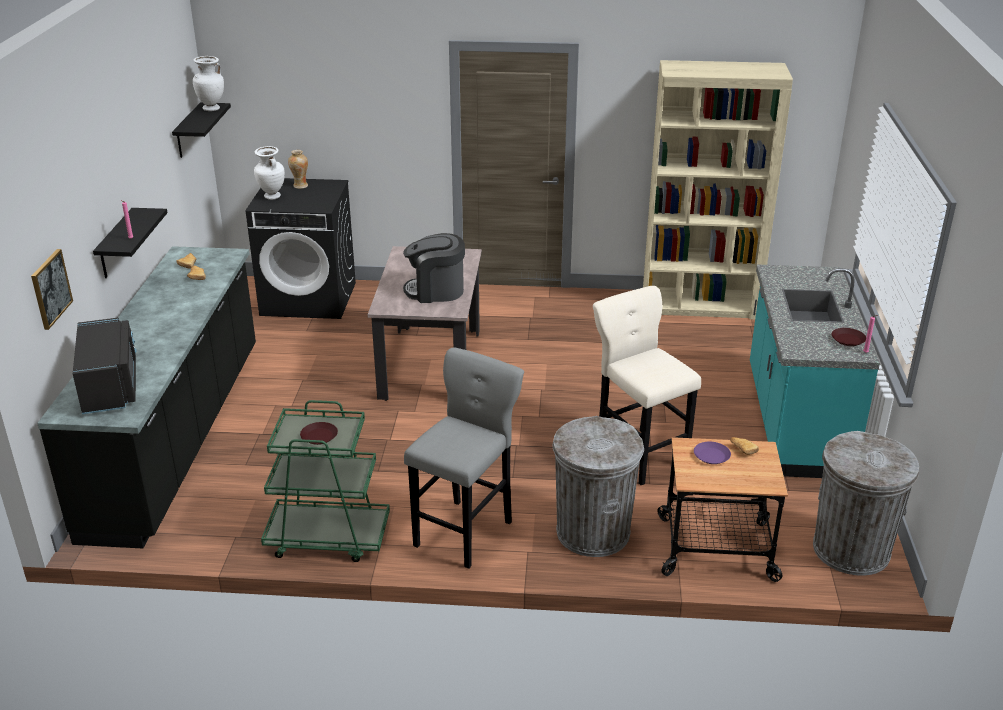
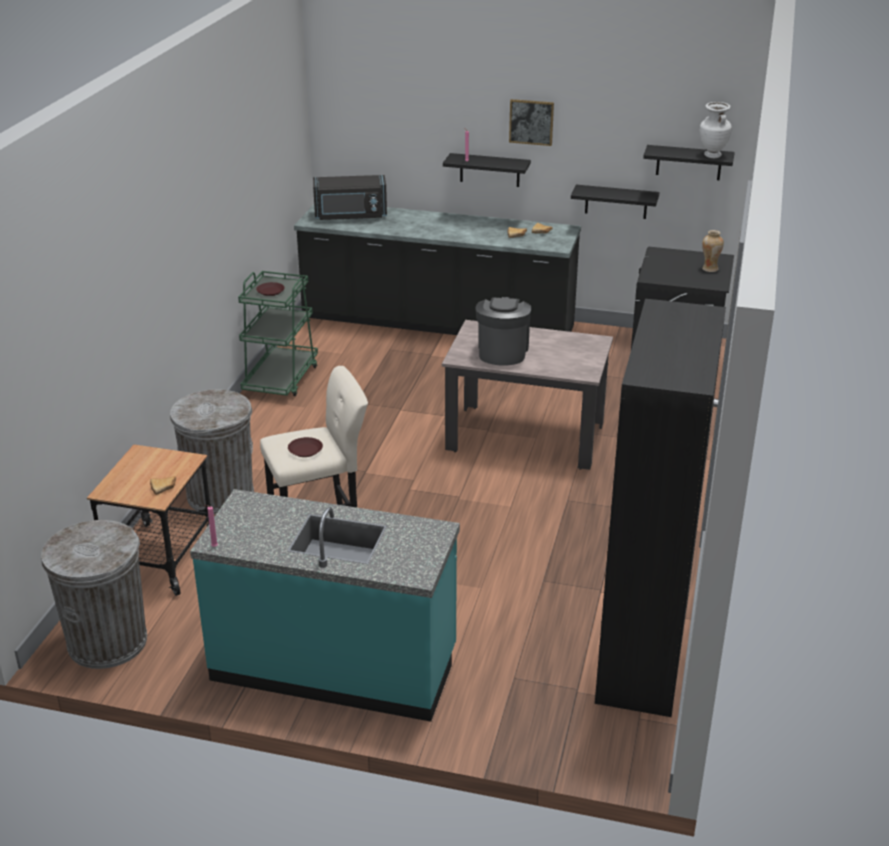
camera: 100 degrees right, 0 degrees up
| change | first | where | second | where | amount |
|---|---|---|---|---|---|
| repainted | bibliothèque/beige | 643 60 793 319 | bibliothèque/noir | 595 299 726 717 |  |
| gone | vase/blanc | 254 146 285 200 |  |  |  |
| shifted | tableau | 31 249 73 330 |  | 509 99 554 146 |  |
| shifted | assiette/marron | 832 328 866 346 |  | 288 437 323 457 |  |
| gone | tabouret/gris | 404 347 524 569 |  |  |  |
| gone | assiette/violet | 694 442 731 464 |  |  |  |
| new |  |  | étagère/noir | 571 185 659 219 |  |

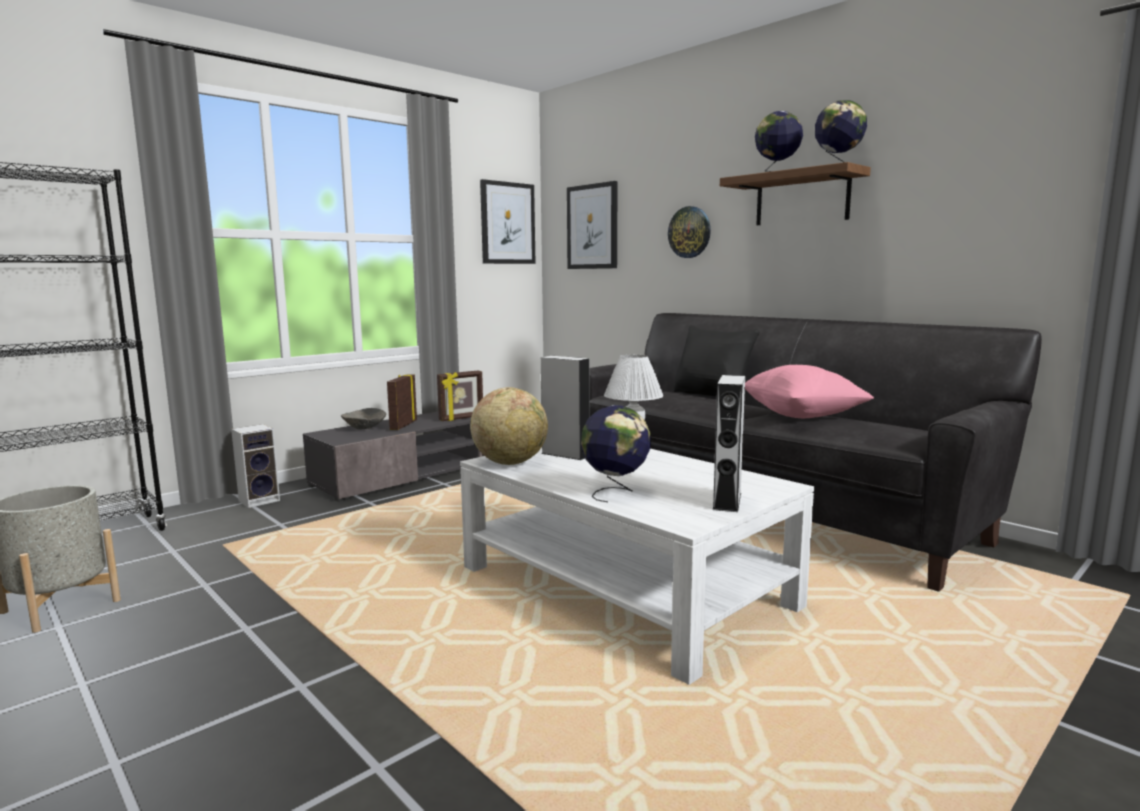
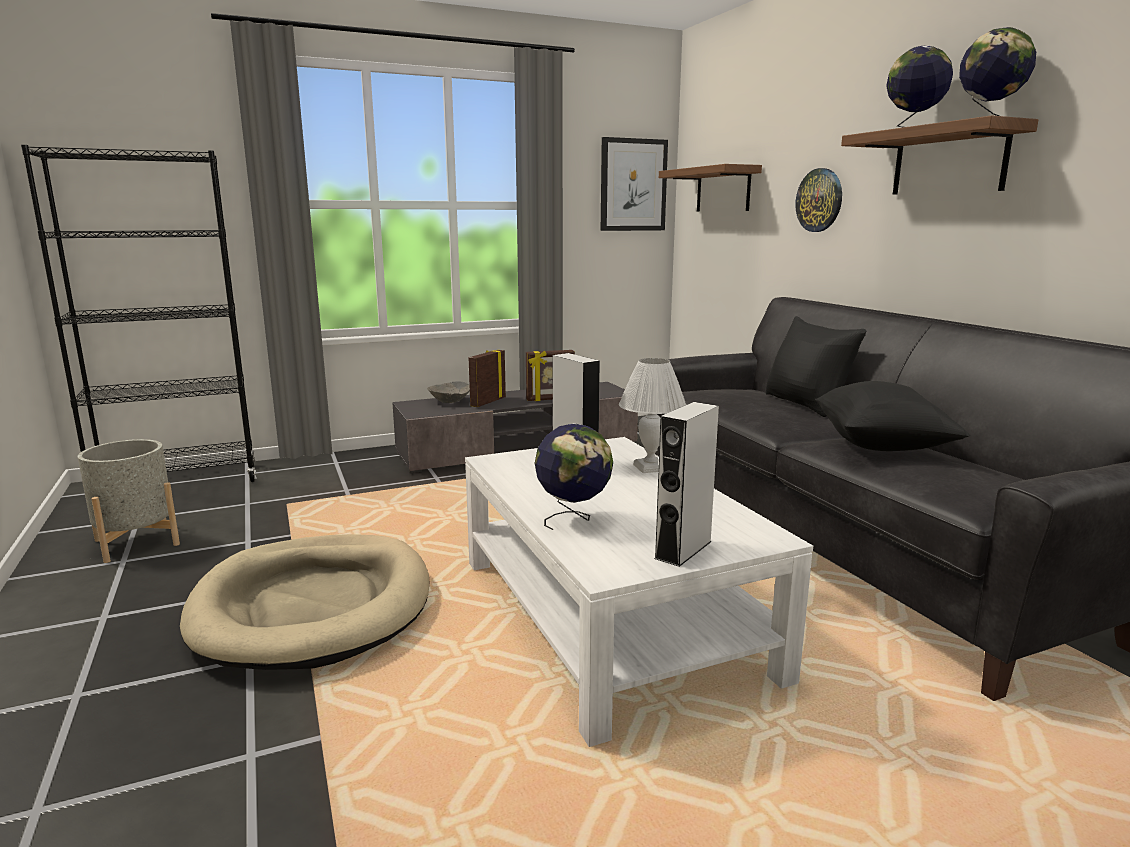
camera: 20 degrees right, 5 degrees up
| change | first | where | second | where | amount |
|---|---|---|---|---|---|
| swapped | tableau | 567 181 618 269 | étagère | 659 164 762 211 |  |
| repainted | coussin/rose | 745 365 874 418 | coussin/noir | 815 381 970 451 |  |
| gone | globe | 470 387 548 465 |  |  |  |
| gone | enceinte | 231 424 280 508 |  |  |  |
| new |  |  | panier pour chien/beige | 180 534 429 670 |  |

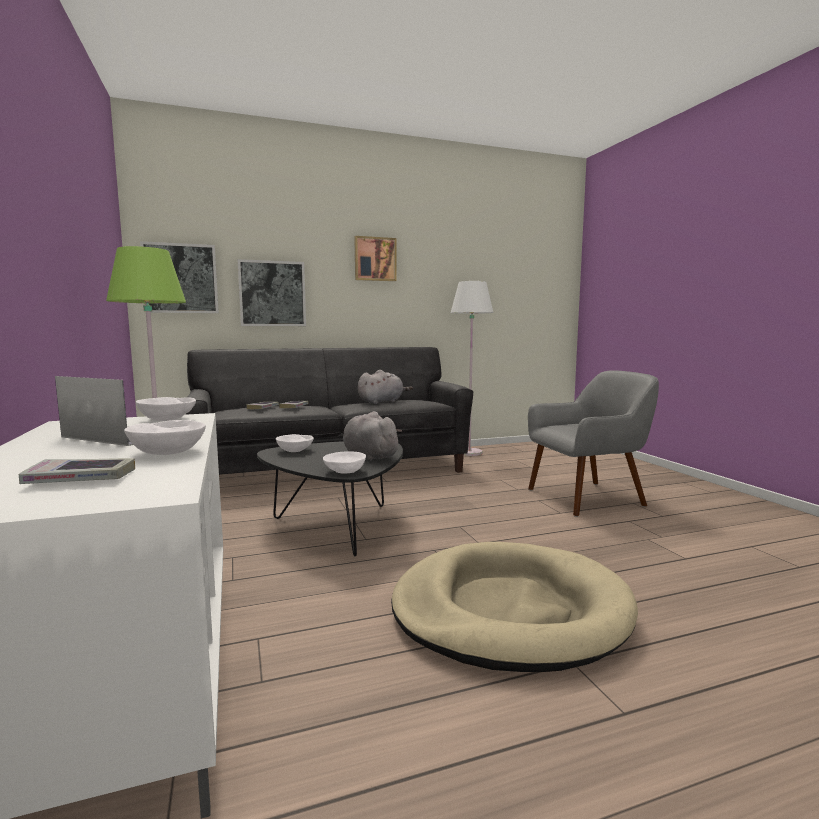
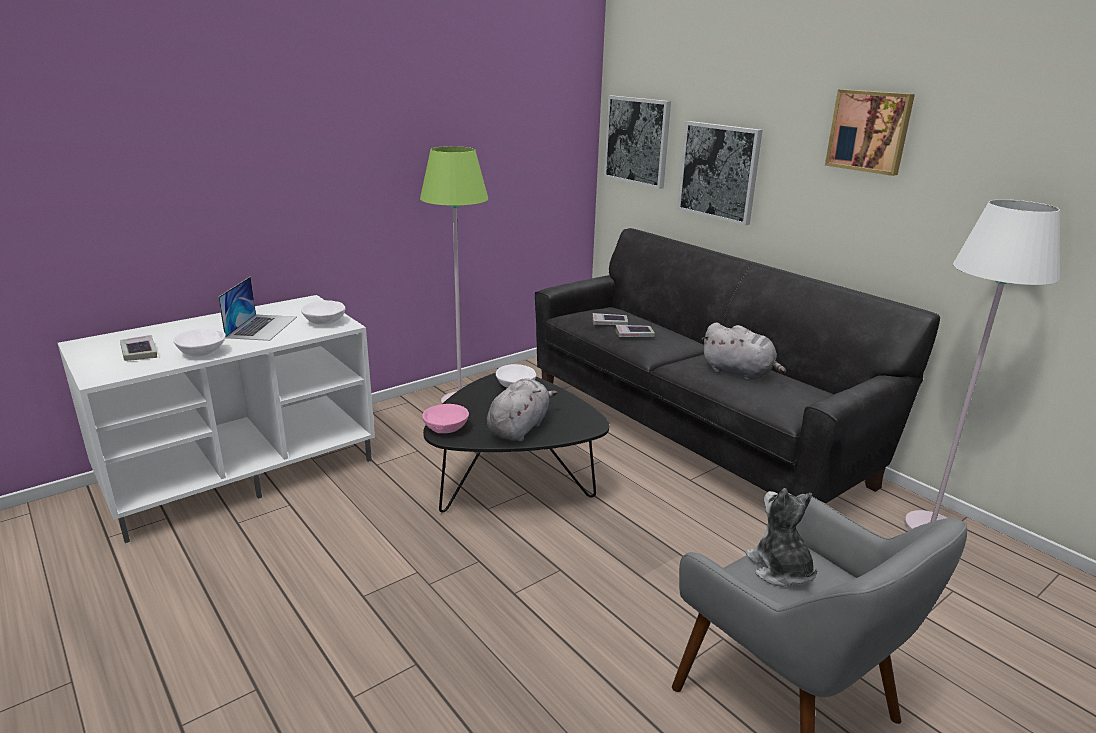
camera: 70 degrees right, 15 degrees up
| change | first | where | second | where | amount |
|---|---|---|---|---|---|
| repainted | bol/blanc | 323 451 366 474 | bol/rose | 422 404 469 433 |  |
| gone | panier pour chien/beige | 391 542 638 672 |  |  |  |
| new |  |  | peluche | 745 488 817 587 |  |

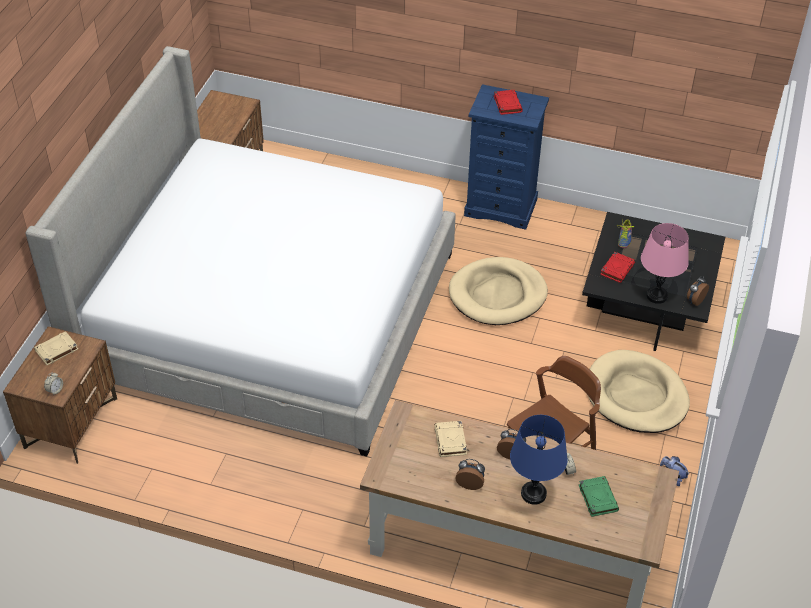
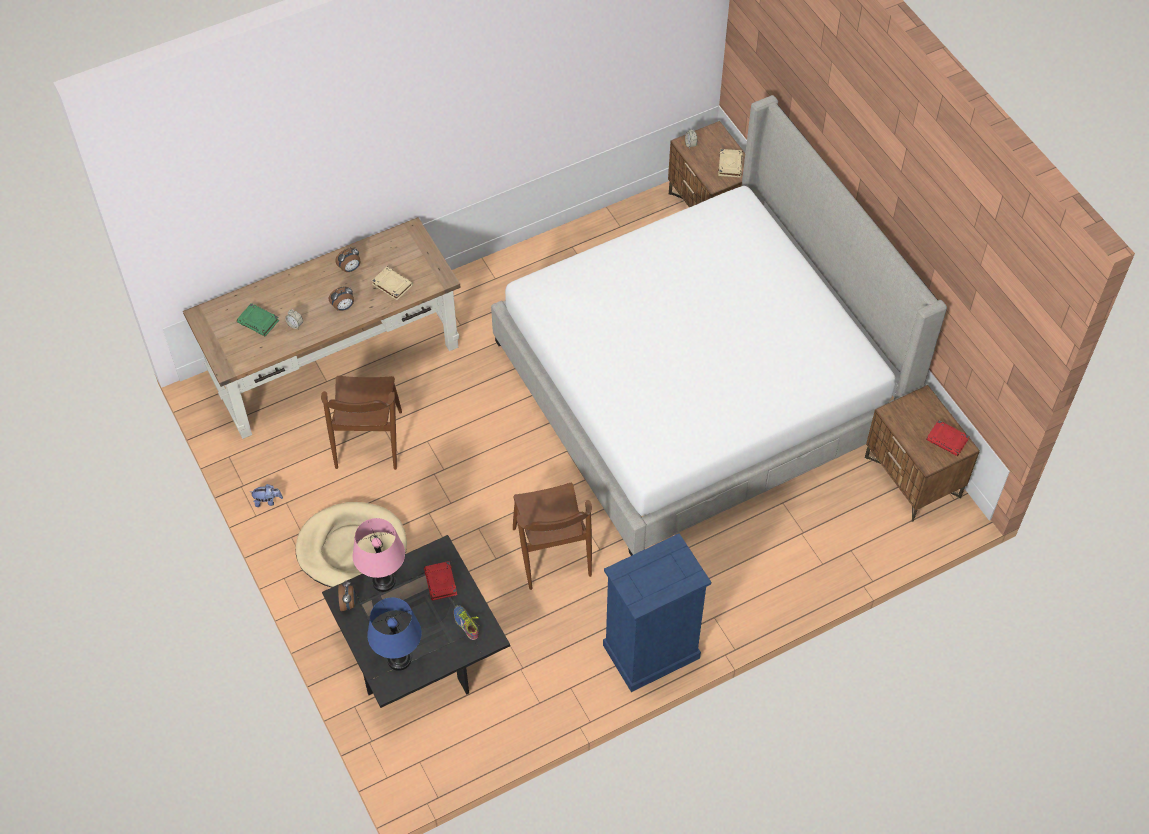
camera: 135 degrees right, 10 degrees up
| change | first | where | second | where | amount |
|---|---|---|---|---|---|
| shifted | livre/rouge | 494 90 523 115 |  | 926 420 970 456 |  |
| swapped | panier pour chien/beige | 449 257 548 325 | chaise/marron | 513 483 592 590 |  |
| shifted | lampe de table/bleu | 510 415 567 505 |  | 367 597 422 671 |  |

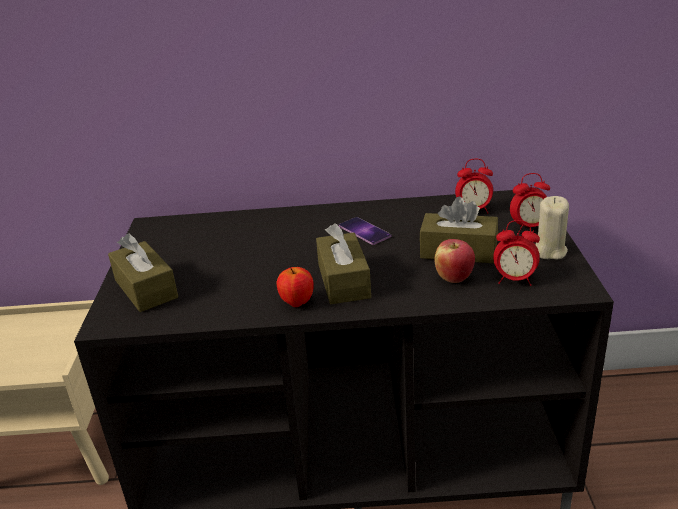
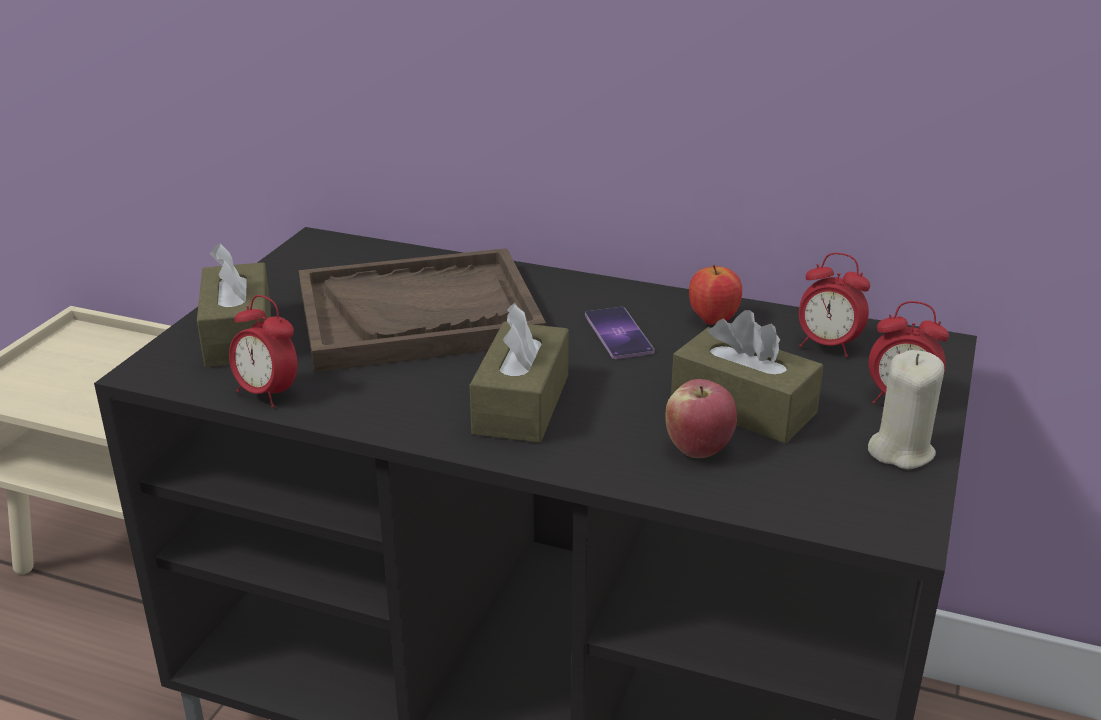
camera: 20 degrees right, 0 degrees up
| change | first | where | second | where | amount |
|---|---|---|---|---|---|
| shifted | réveil | 493 220 540 286 |  | 229 295 297 408 |  |
| shifted | pomme | 277 267 314 307 |  | 689 265 742 325 |  |
| new |  |  | plateau/marron | 299 248 546 372 |  |

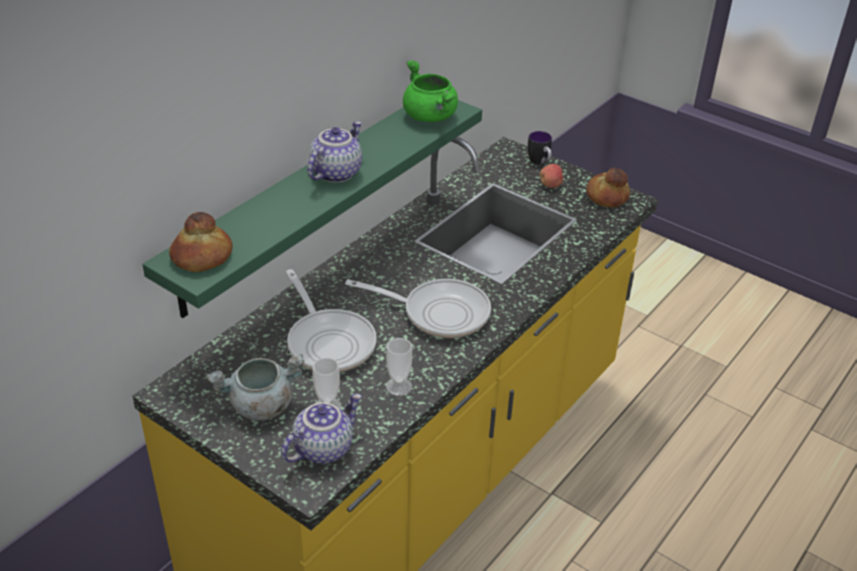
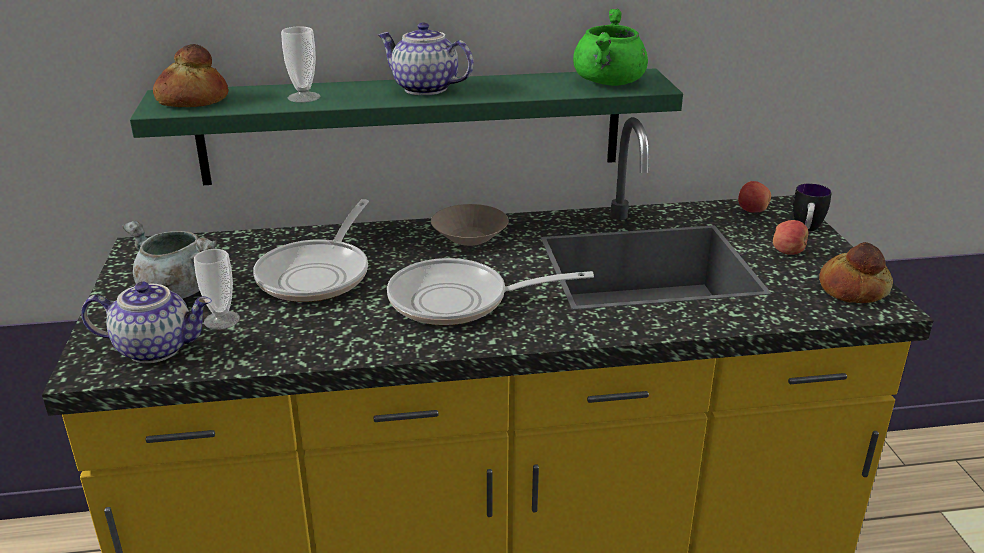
camera: 45 degrees right, 10 degrees down
| change | first | where | second | where | amount |
|---|---|---|---|---|---|
| rotated | théière | 307 121 362 183 |  | 377 22 473 95 | 135 degrees counterclockwise |
| rotated | poêle | 345 279 491 338 |  | 387 258 594 325 | 120 degrees clockwise |
| shifted | tasse | 386 338 412 396 |  | 281 26 320 103 |  |
| new |  |  | pomme | 738 181 771 213 |  |
| new |  |  | bol/beige | 431 204 509 246 |  |

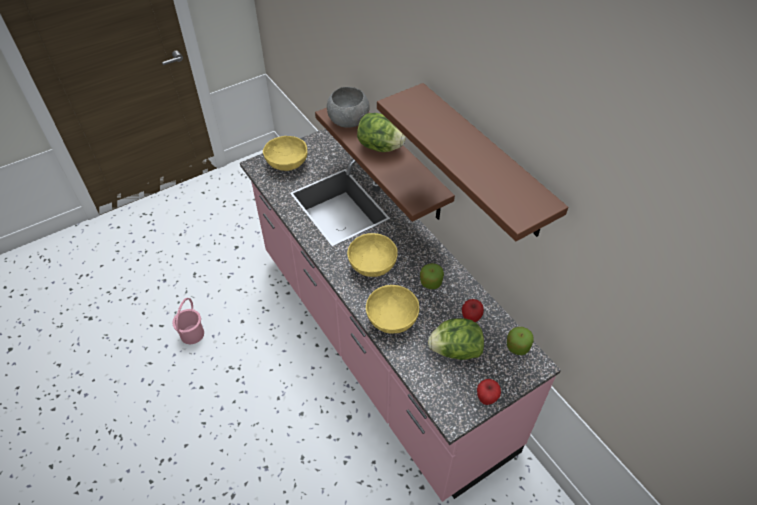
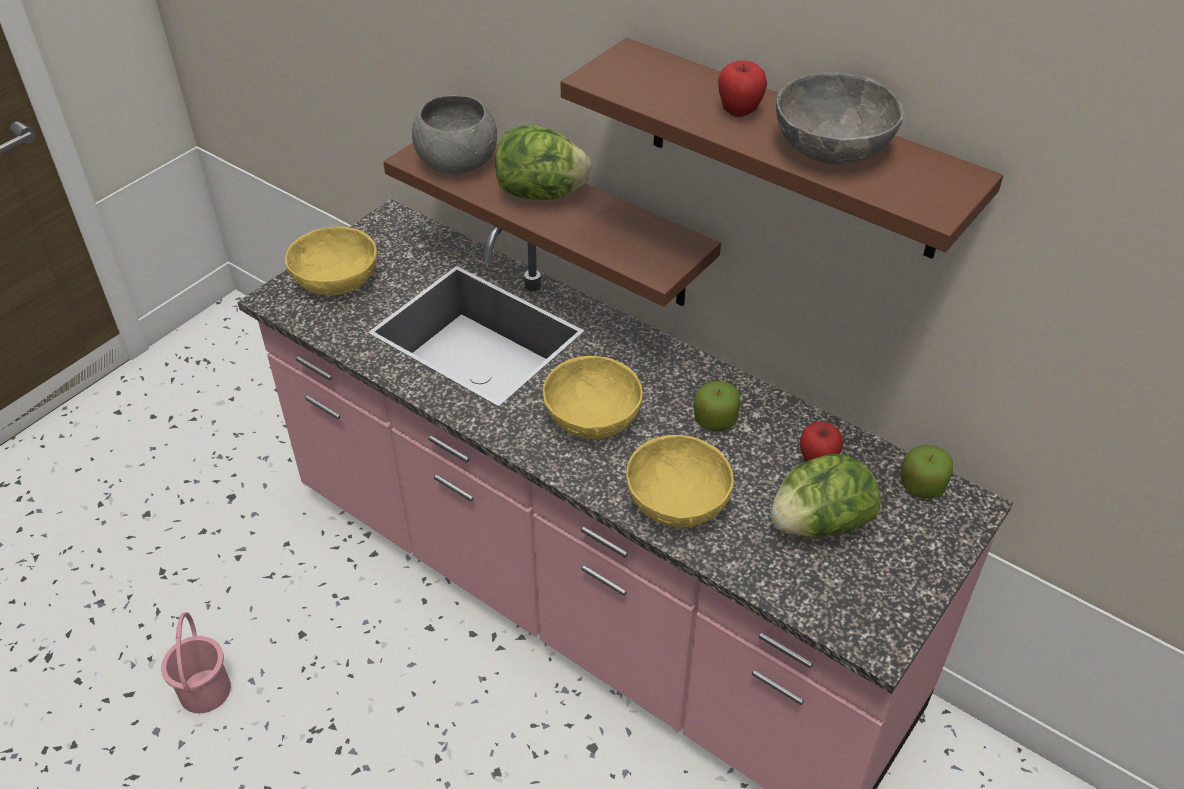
camera: 20 degrees left, 5 degrees down
| change | first | where | second | where | amount |
|---|---|---|---|---|---|
| shifted | pomme | 477 379 501 405 |  | 718 60 767 117 |  |
| new |  |  | bol/gris | 776 72 904 165 |  |

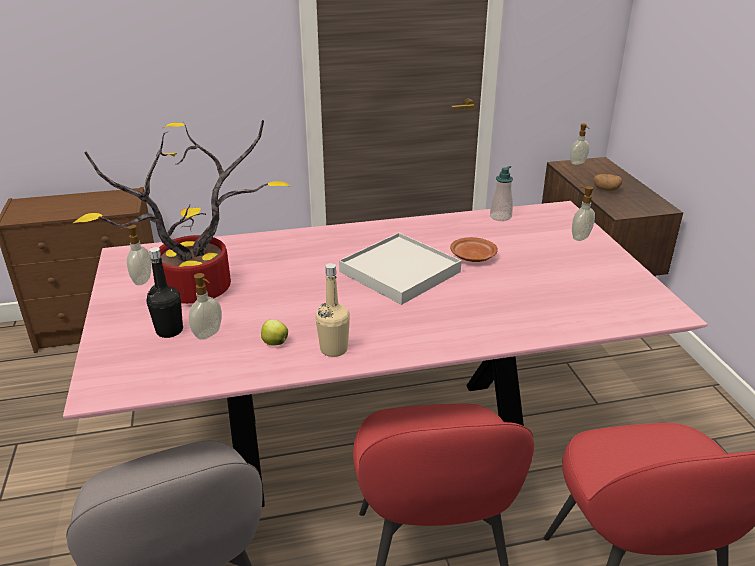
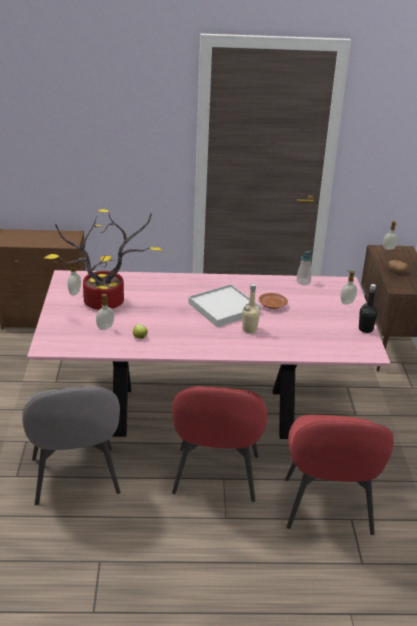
camera: 10 degrees right, 0 degrees up
| change | first | where | second | where | amount |
|---|---|---|---|---|---|
| shifted | bouteille/noir | 147 247 183 338 |  | 359 284 378 333 |  |
| shifted | bouteille/beige | 315 263 350 357 |  | 242 284 260 333 |  |

